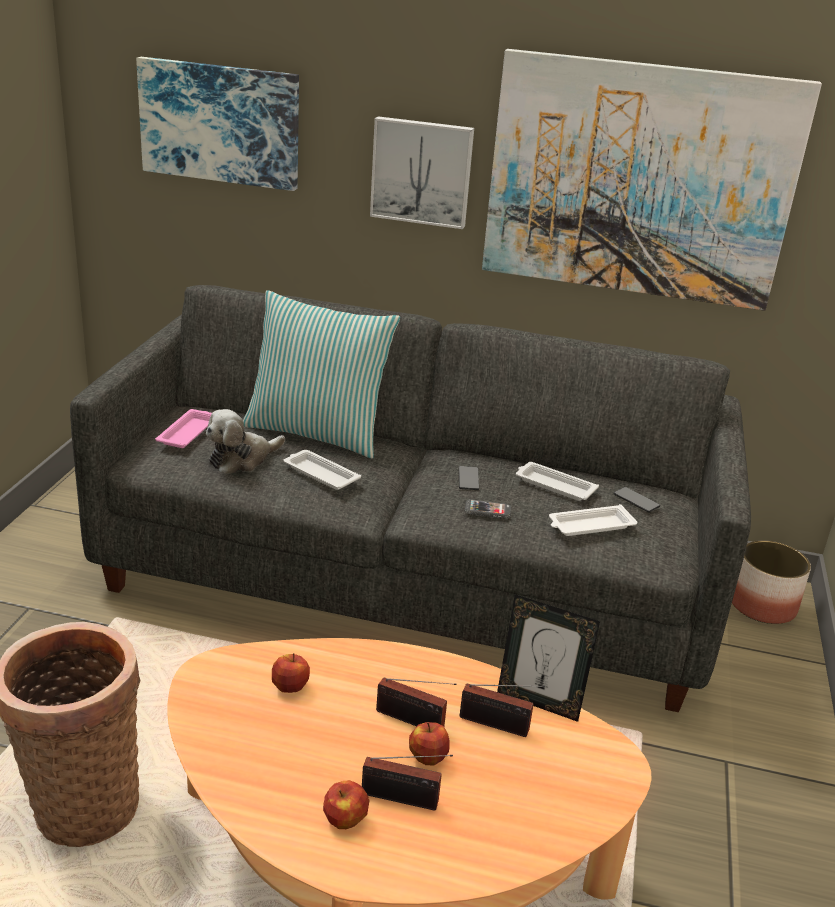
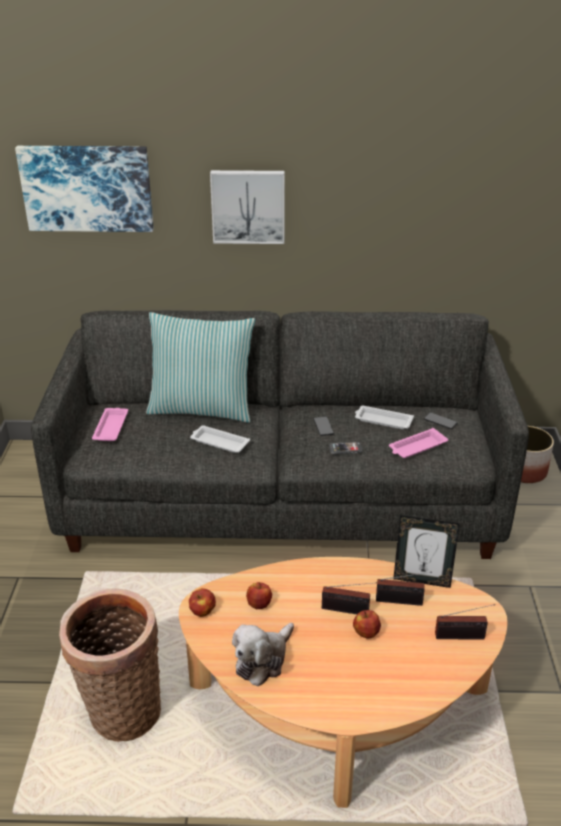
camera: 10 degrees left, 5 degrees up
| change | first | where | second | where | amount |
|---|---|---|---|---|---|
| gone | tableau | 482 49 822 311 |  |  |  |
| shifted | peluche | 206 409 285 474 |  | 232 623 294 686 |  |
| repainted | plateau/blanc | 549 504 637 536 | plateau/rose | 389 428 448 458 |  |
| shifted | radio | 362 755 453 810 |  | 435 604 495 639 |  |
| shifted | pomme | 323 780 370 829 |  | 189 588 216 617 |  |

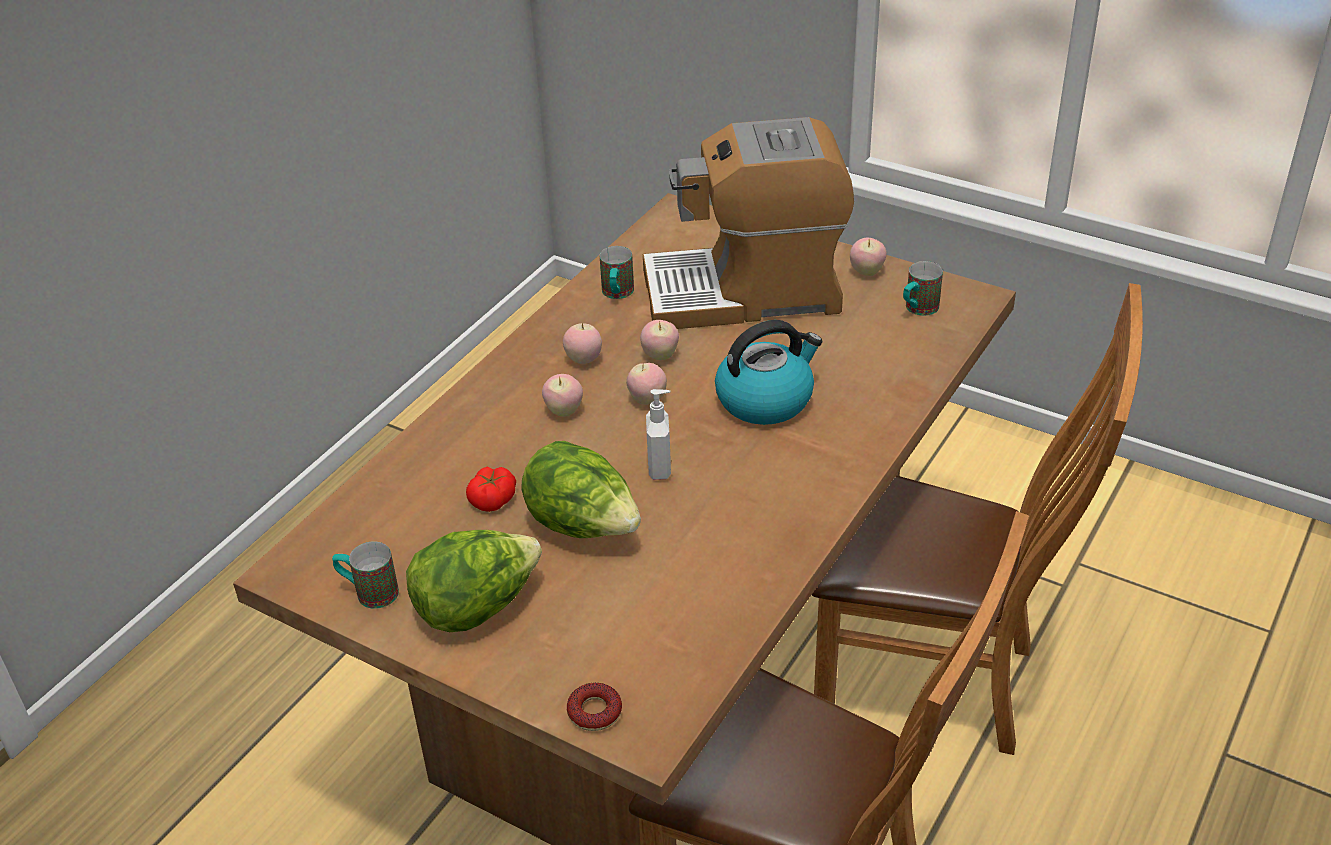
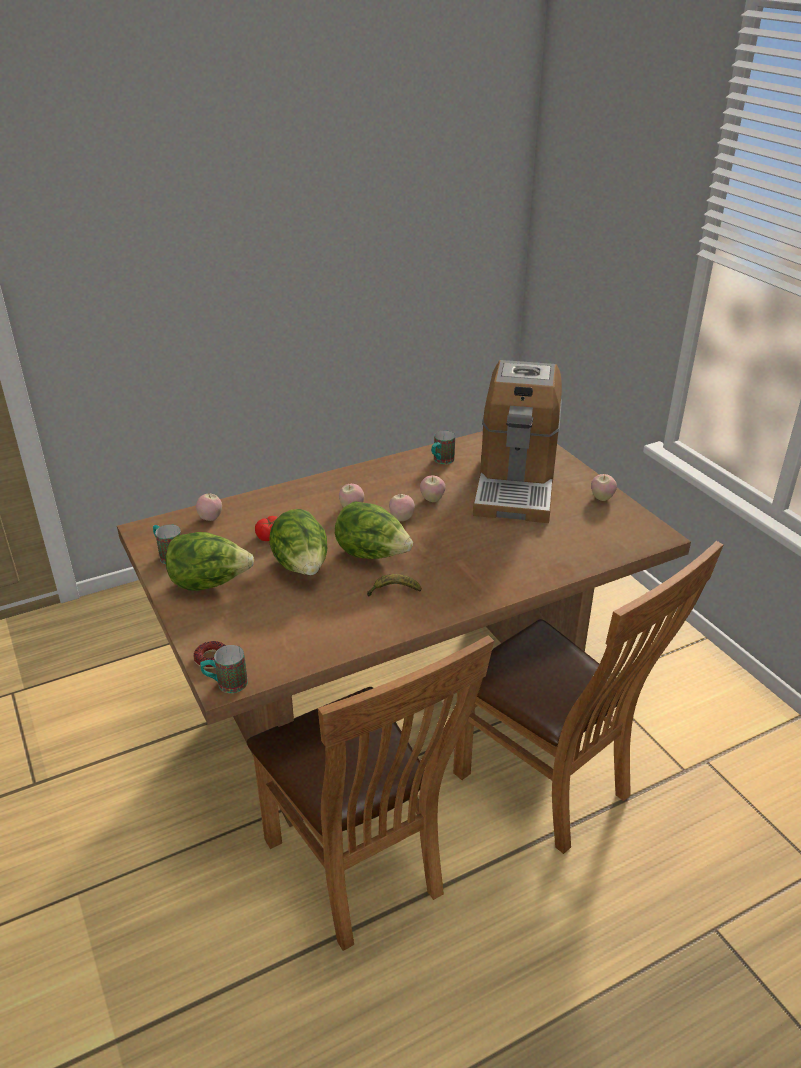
camera: 30 degrees right, 5 degrees down
| change | first | where | second | where | amount |
|---|---|---|---|---|---|
| rotated | machine à café | 643 117 854 329 |  | 473 360 562 523 | 105 degrees counterclockwise |
| shifted | mug | 903 261 943 316 |  | 200 645 248 693 |  |
| gone | bouilloire | 715 320 822 425 |  |  |  |
| shifted | pomme | 563 323 602 364 |  | 196 494 222 521 |  |
| swapped | distributeur de savon | 646 389 671 480 | laitue | 335 501 413 559 |  |
| new |  |  | banane | 367 574 422 596 |  |

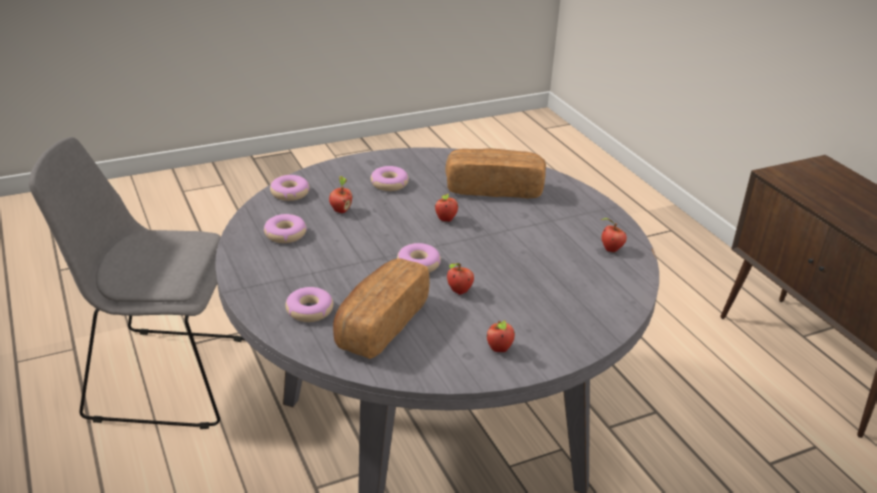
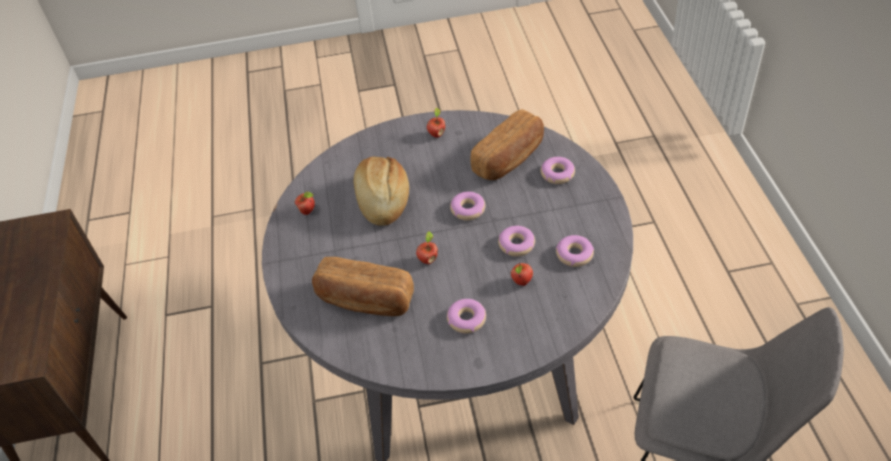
camera: 160 degrees left, 15 degrees up
| change | first | where | second | where | amount |
|---|---|---|---|---|---|
| shifted | beignet | 270 175 309 201 |  | 498 226 535 257 |  |
| gone | pomme | 447 263 474 295 |  |  |  |
| new |  |  | pain | 354 157 409 226 |  |

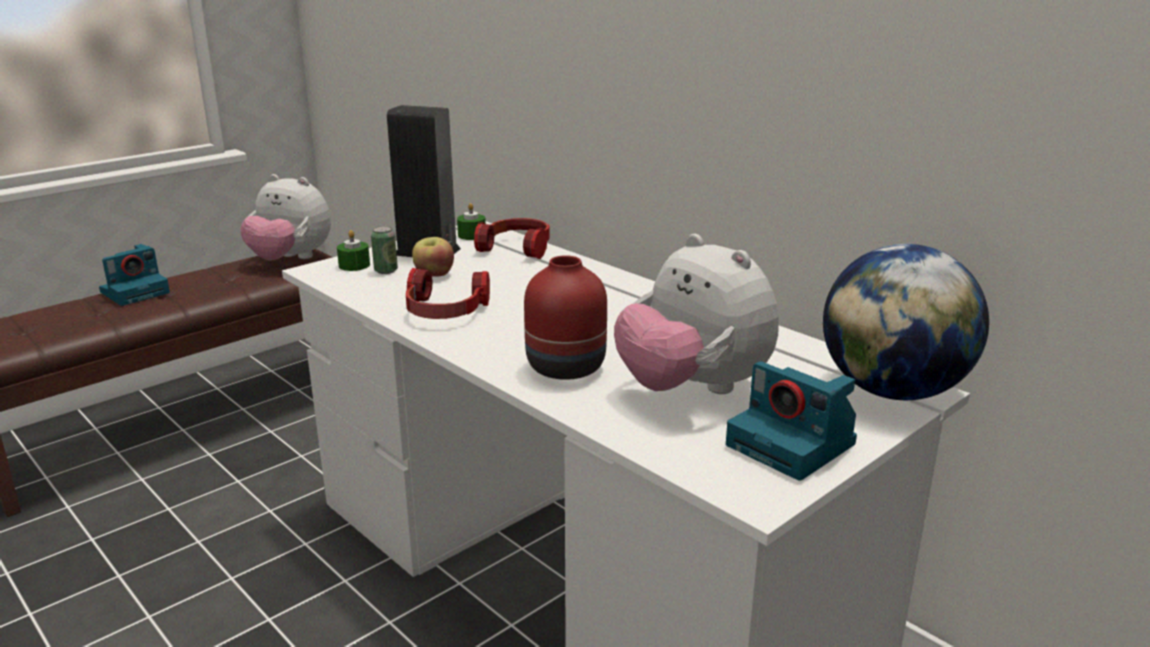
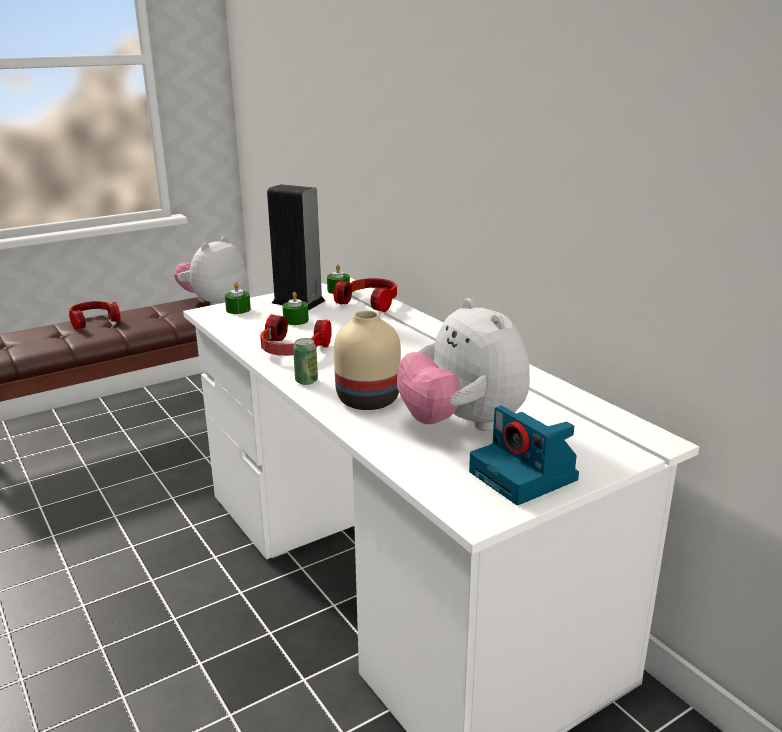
camera: 10 degrees right, 0 degrees up
| change | first | where | second | where | amount |
|---|---|---|---|---|---|
| rotated | peluche | 240 174 331 260 |  | 174 237 246 305 | 90 degrees clockwise |
| shifted | boîte métallique | 371 226 398 274 |  | 293 338 318 385 |  |
| swapped | pomme | 412 237 454 277 | bougie/vert | 282 292 309 325 |  |
| swapped | appareil photo | 99 244 170 306 | casque audio | 69 301 120 330 |  |
| gone | globe | 823 244 989 400 |  |  |  |
| repainted | vase/rouge | 524 255 607 380 | vase/beige | 334 310 401 410 |  |

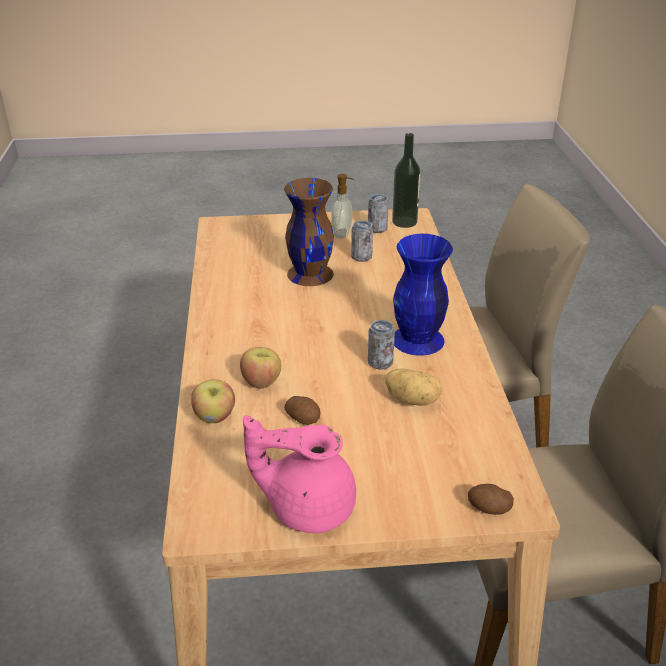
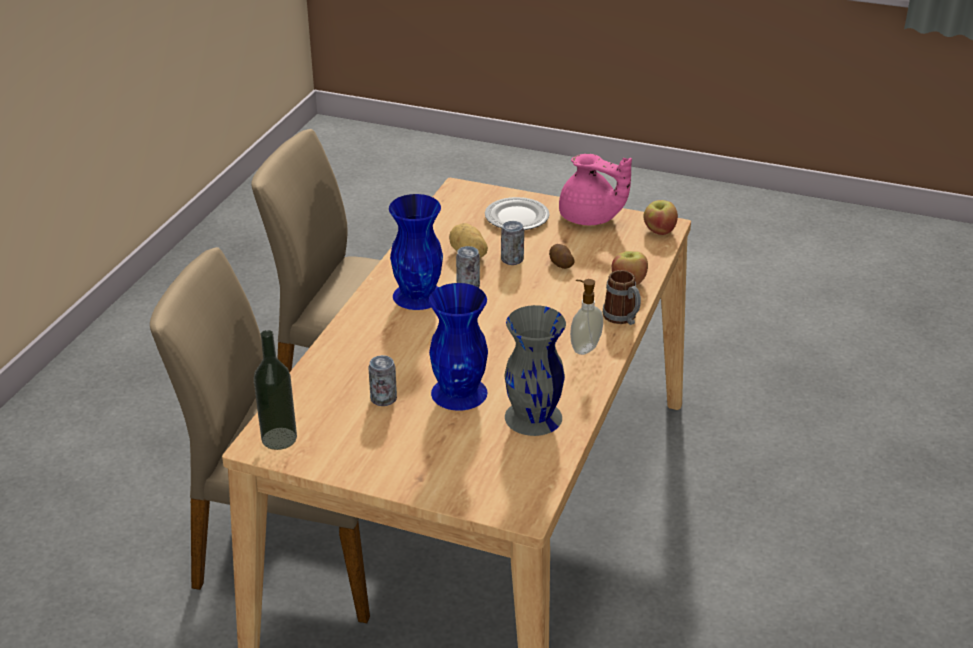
camera: 155 degrees left, 0 degrees up
| change | first | where | second | where | amount |
|---|---|---|---|---|---|
| shifted | distributeur de savon | 331 174 354 239 |  | 570 279 603 355 |  |
| repainted | vase/marron | 284 178 334 286 | vase/bleu | 429 283 488 411 |  |
| shifted | boîte métallique | 368 194 389 233 |  | 501 221 524 265 |  |
| shifted | pomme | 240 347 281 388 |  | 644 200 678 235 |  |
| gone | pomme de terre | 468 484 514 515 |  |  |  |
| new |  |  | assiette | 485 197 550 230 |  |
| new |  |  | mug | 603 270 641 325 |  |
| new |  |  | vase/gris | 505 305 566 436 |  |

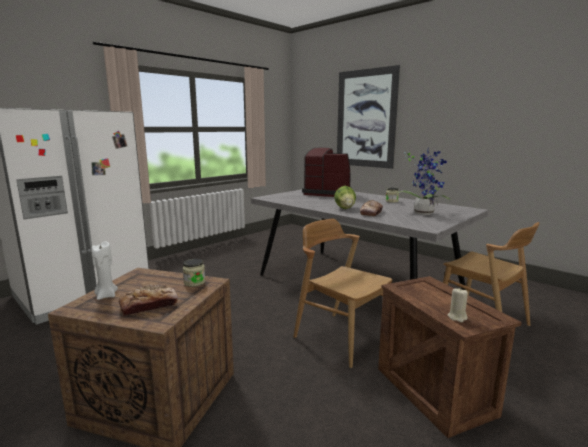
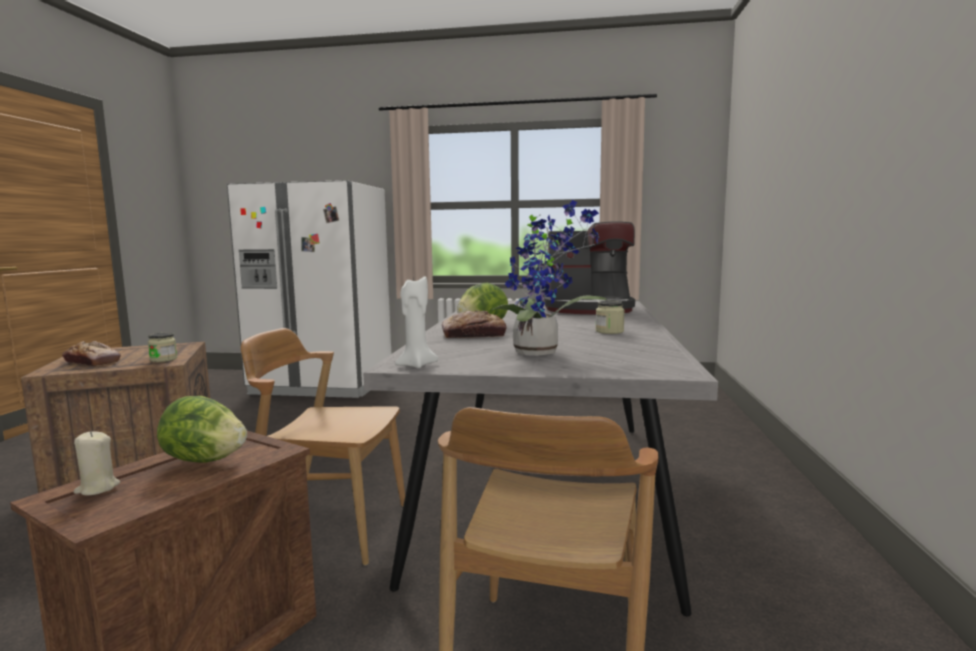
camera: 55 degrees right, 5 degrees down
| change | first | where | second | where | amount |
|---|---|---|---|---|---|
| gone | tableau | 337 65 400 169 |  |  |  |
| rotated | machine à café | 302 147 352 197 |  | 543 221 635 314 | 105 degrees clockwise |
| rotated | chaise/marron | 294 219 392 368 |  | 241 328 405 565 | 90 degrees counterclockwise |
| shifted | bougie/blanc | 92 242 118 300 |  | 395 276 438 368 |  |
| new |  |  | laitue | 157 396 247 463 |  |

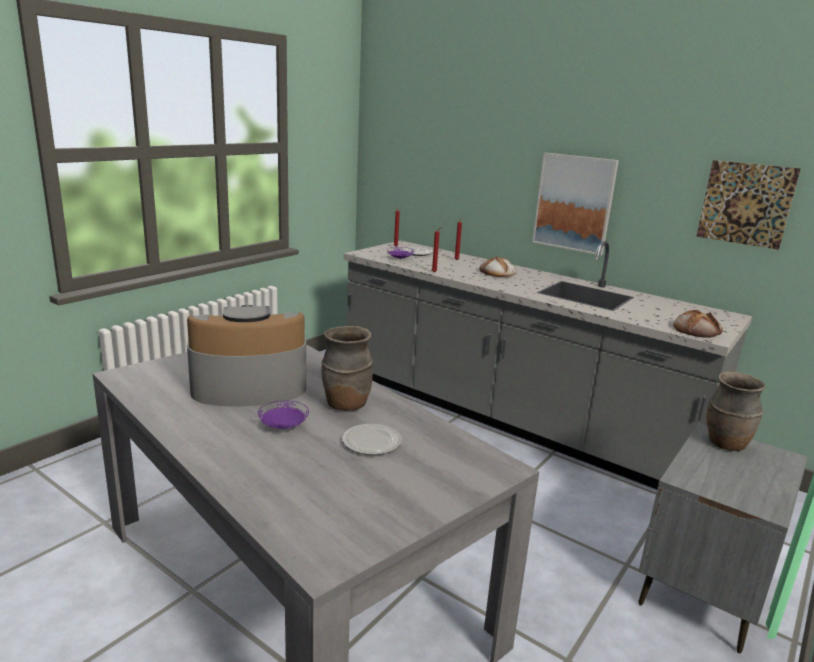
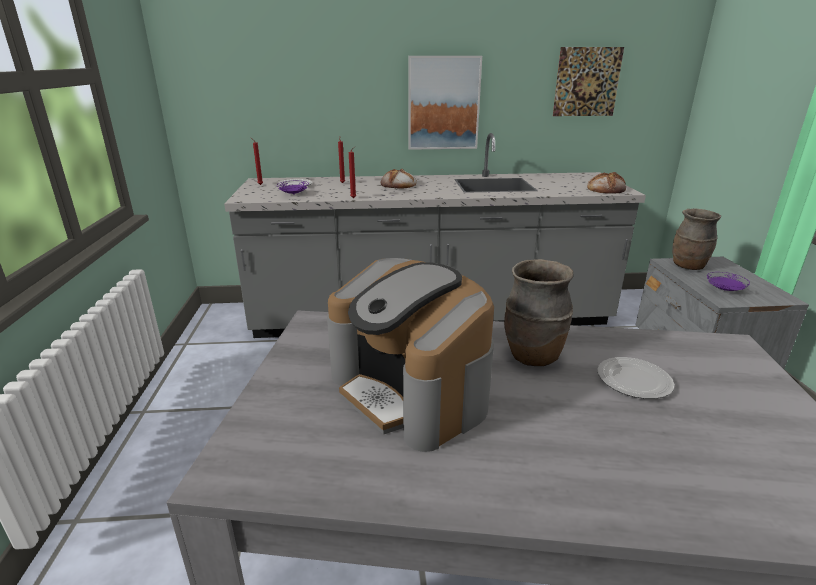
camera: 40 degrees left, 5 degrees up
| change | first | where | second | where | amount |
|---|---|---|---|---|---|
| rotated | machine à café | 187 305 306 406 |  | 327 258 494 452 | 75 degrees counterclockwise |
| shifted | assiette/violet | 258 401 309 429 |  | 707 272 750 291 |  |

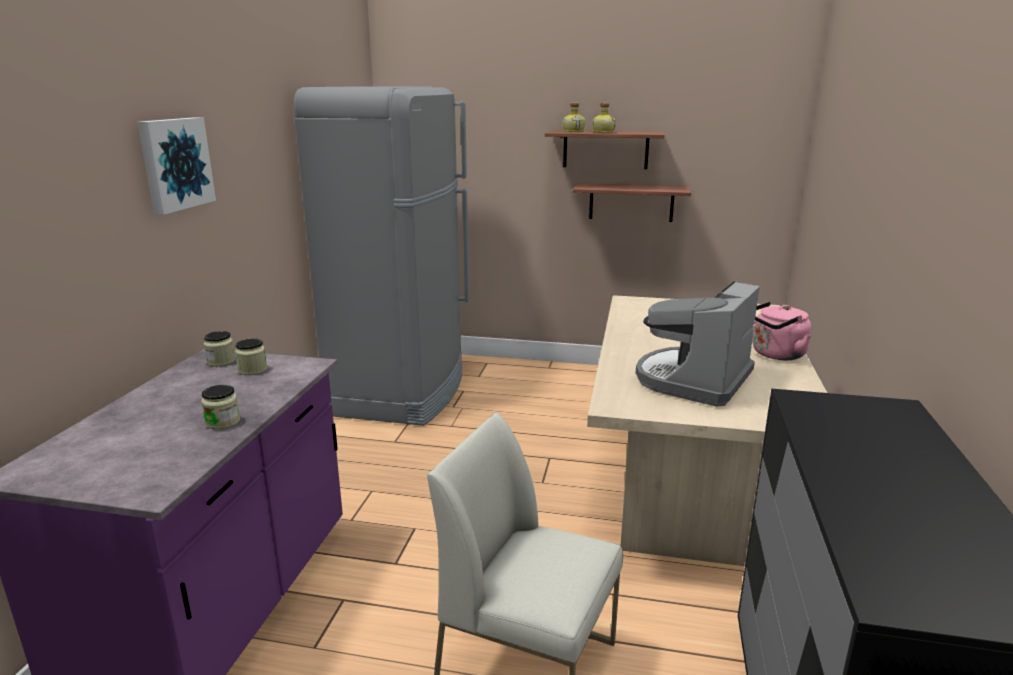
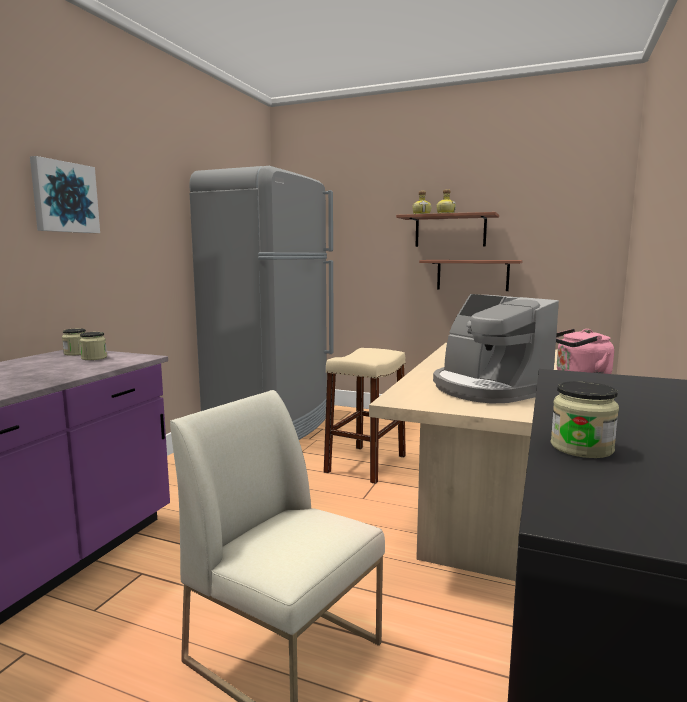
camera: 10 degrees right, 10 degrees down
| change | first | where | second | where | amount |
|---|---|---|---|---|---|
| rotated | machine à café | 636 281 760 407 |  | 433 294 559 404 | 75 degrees counterclockwise |
| shifted | bocal | 201 385 240 429 |  | 551 381 619 458 |  |
| new |  |  | tabouret/beige | 324 348 406 484 |  |

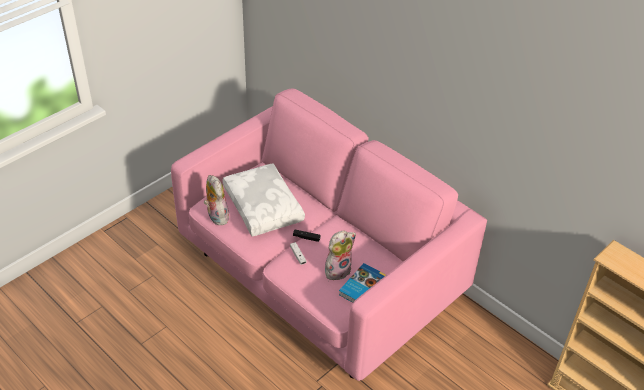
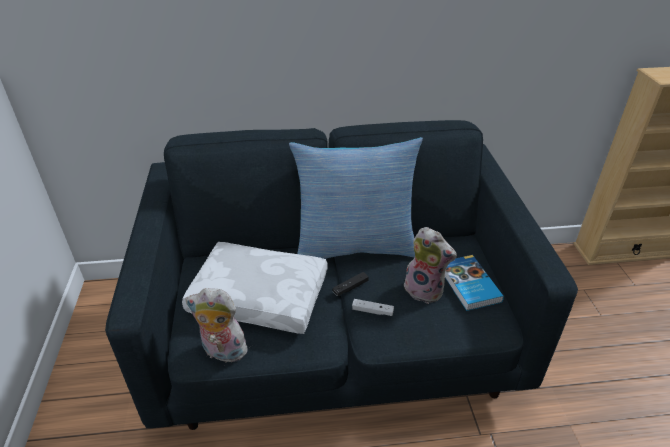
camera: 50 degrees left, 5 degrees down
| change | first | where | second | where | amount |
|---|---|---|---|---|---|
| repainted | canapé/rose | 171 88 487 381 | canapé/bleu | 105 120 578 430 |  |
| rotated | peluche | 325 230 356 280 |  | 404 227 457 304 | 120 degrees clockwise |
| new |  |  | coussin | 289 137 423 259 |  |

